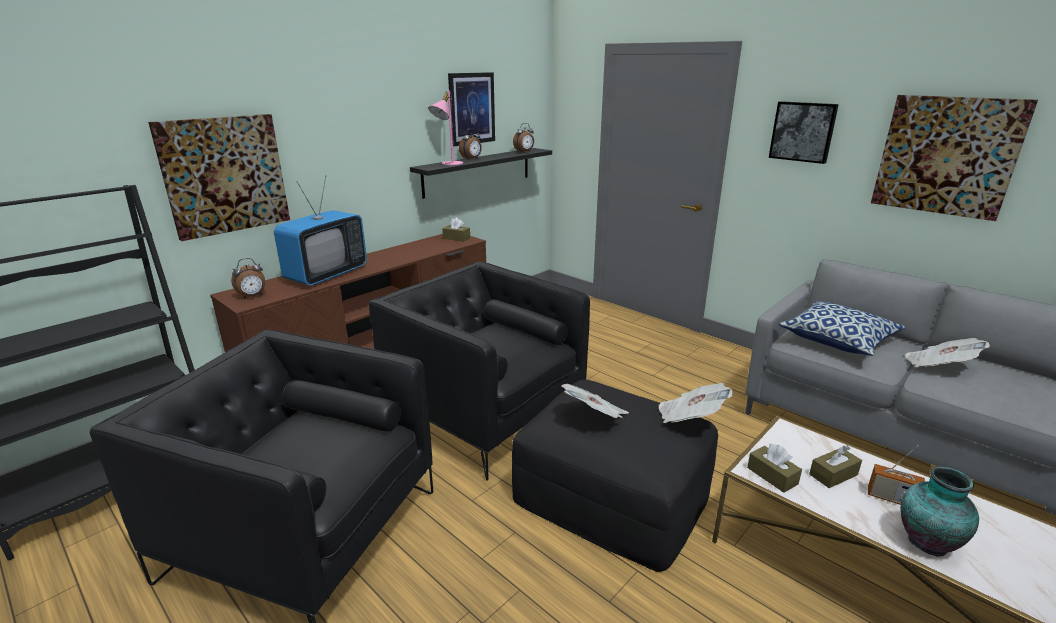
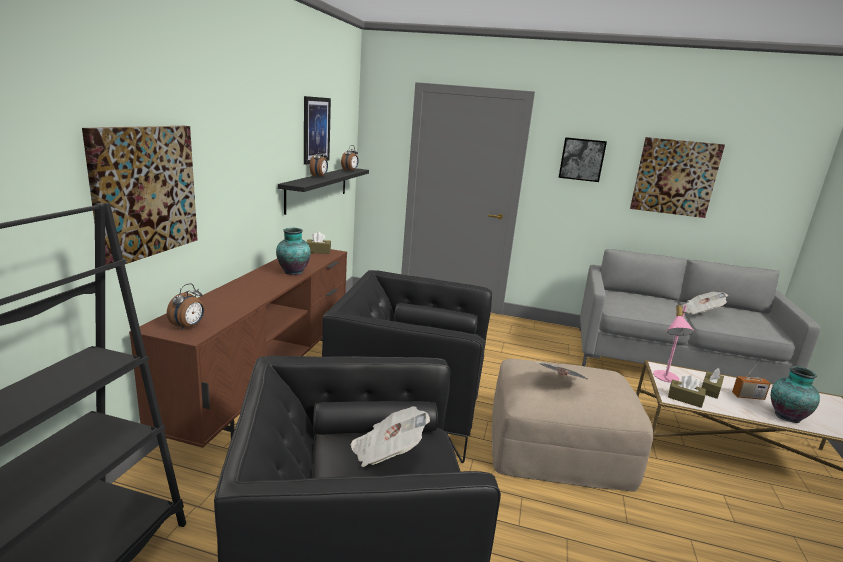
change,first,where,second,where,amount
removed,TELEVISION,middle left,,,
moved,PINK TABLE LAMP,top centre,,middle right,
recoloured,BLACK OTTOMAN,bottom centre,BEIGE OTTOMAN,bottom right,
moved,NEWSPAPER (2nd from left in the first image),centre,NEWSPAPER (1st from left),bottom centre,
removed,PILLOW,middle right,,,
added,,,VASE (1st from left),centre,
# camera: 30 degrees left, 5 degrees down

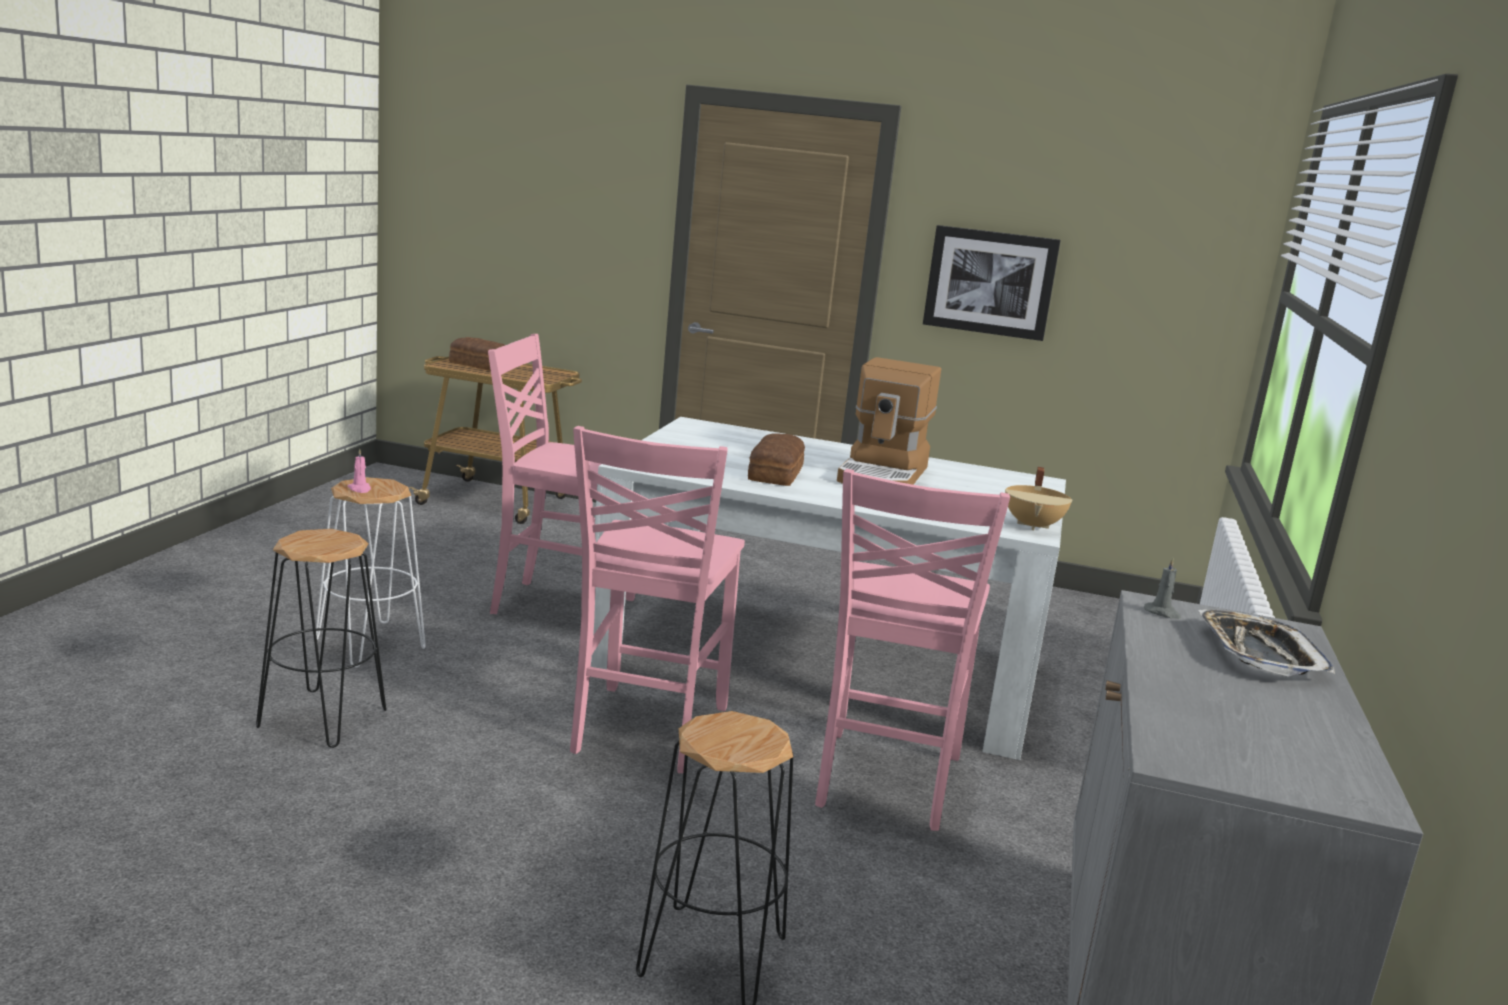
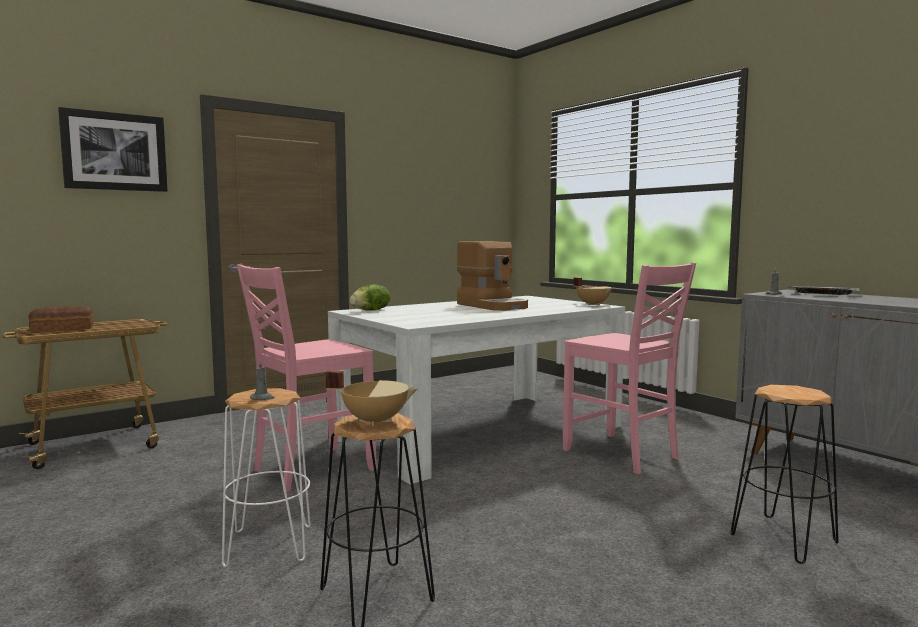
change,first,where,second,where,amount
recoloured,PINK CANDLE,middle left,GREY CANDLE (1st from left),middle left,
removed,PINK CHAIR (2nd from left),centre,,,
removed,BREAD (2nd from left),centre,,,
moved,PICTURE,top centre,,top left,
added,,,BEIGE COOKING POT (1st from left),centre,
added,,,LETTUCE,centre,
# camera: 50 degrees left, 10 degrees down

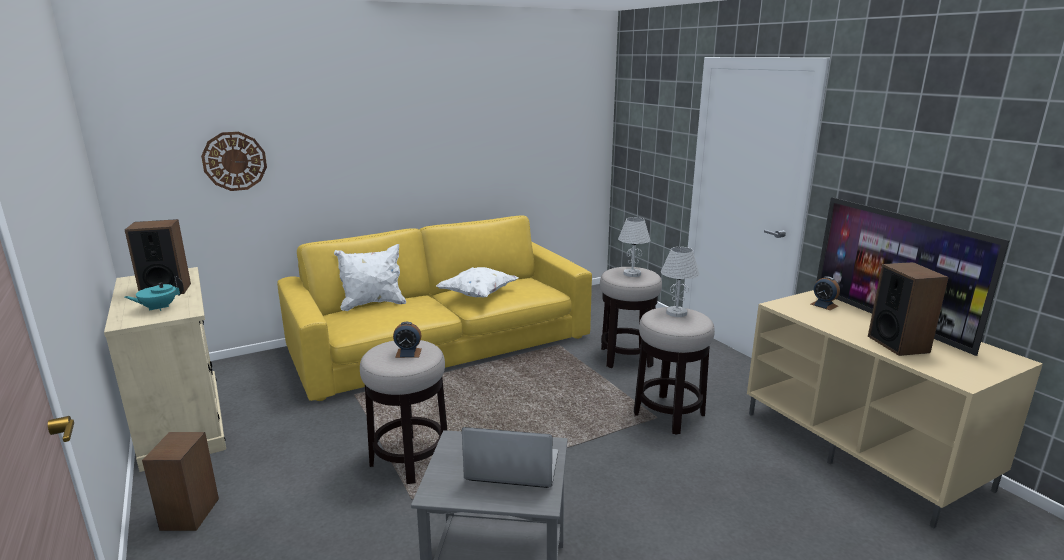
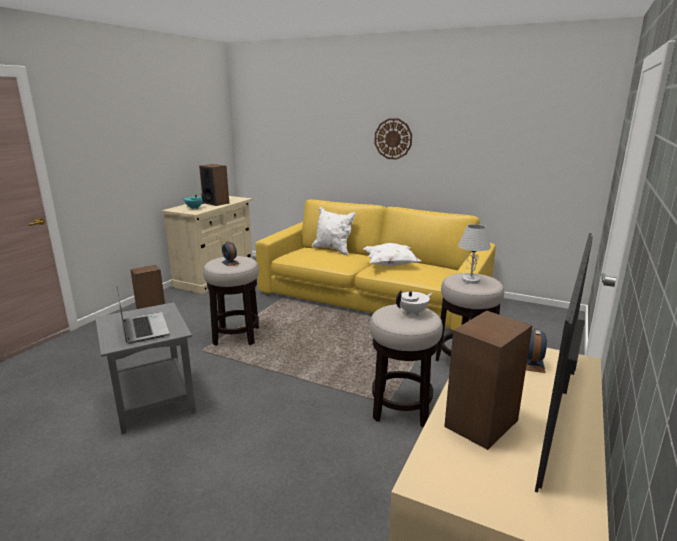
change,first,where,second,where,amount
moved,WALL CLOCK,top left,,top centre,
replaced,WHITE TABLE LAMP (2nd from left),centre,WHITE TEAPOT,centre,
# camera: 55 degrees right, 0 degrees up

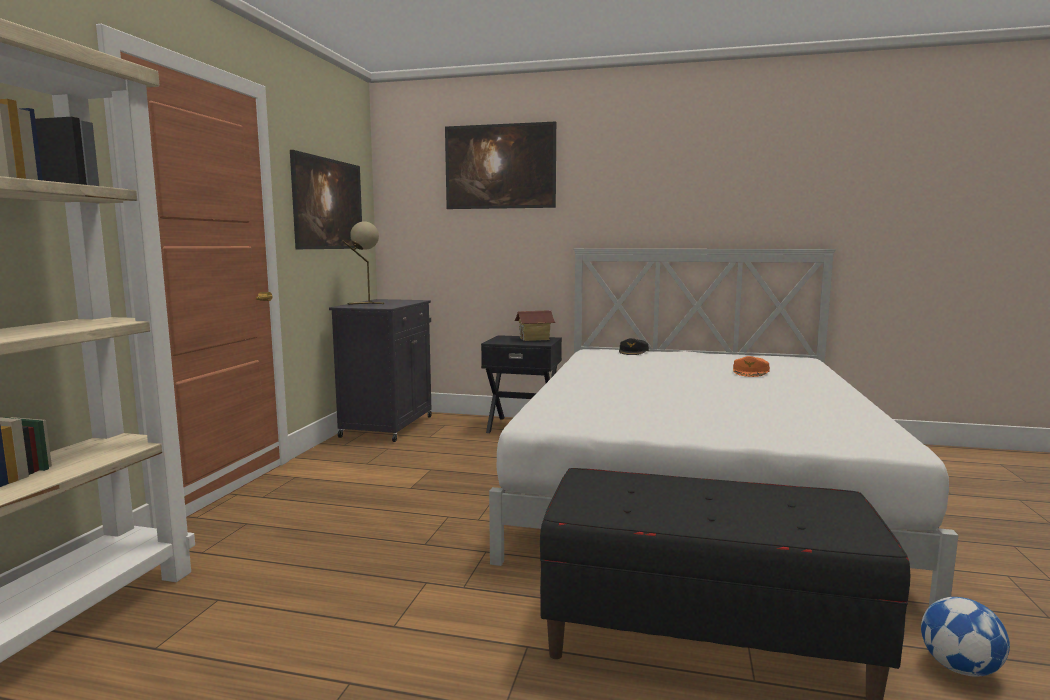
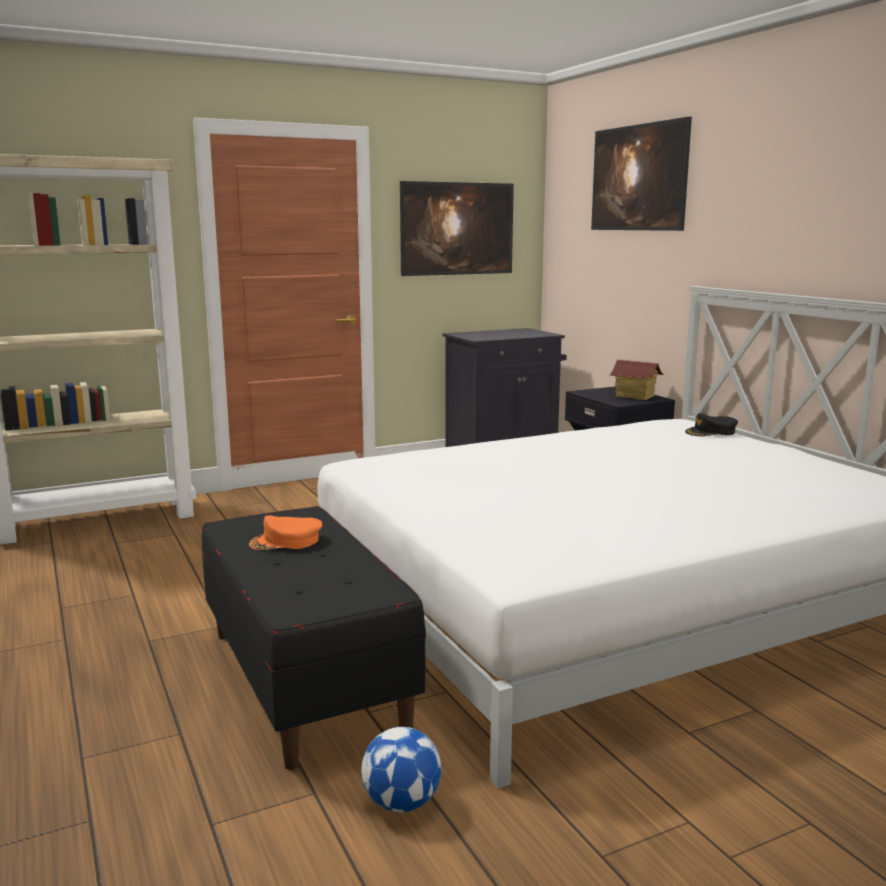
change,first,where,second,where,amount
removed,BEIGE TABLE LAMP,centre,,,
moved,ORANGE CAP,middle right,,middle left,
# camera: 50 degrees right, 5 degrees up

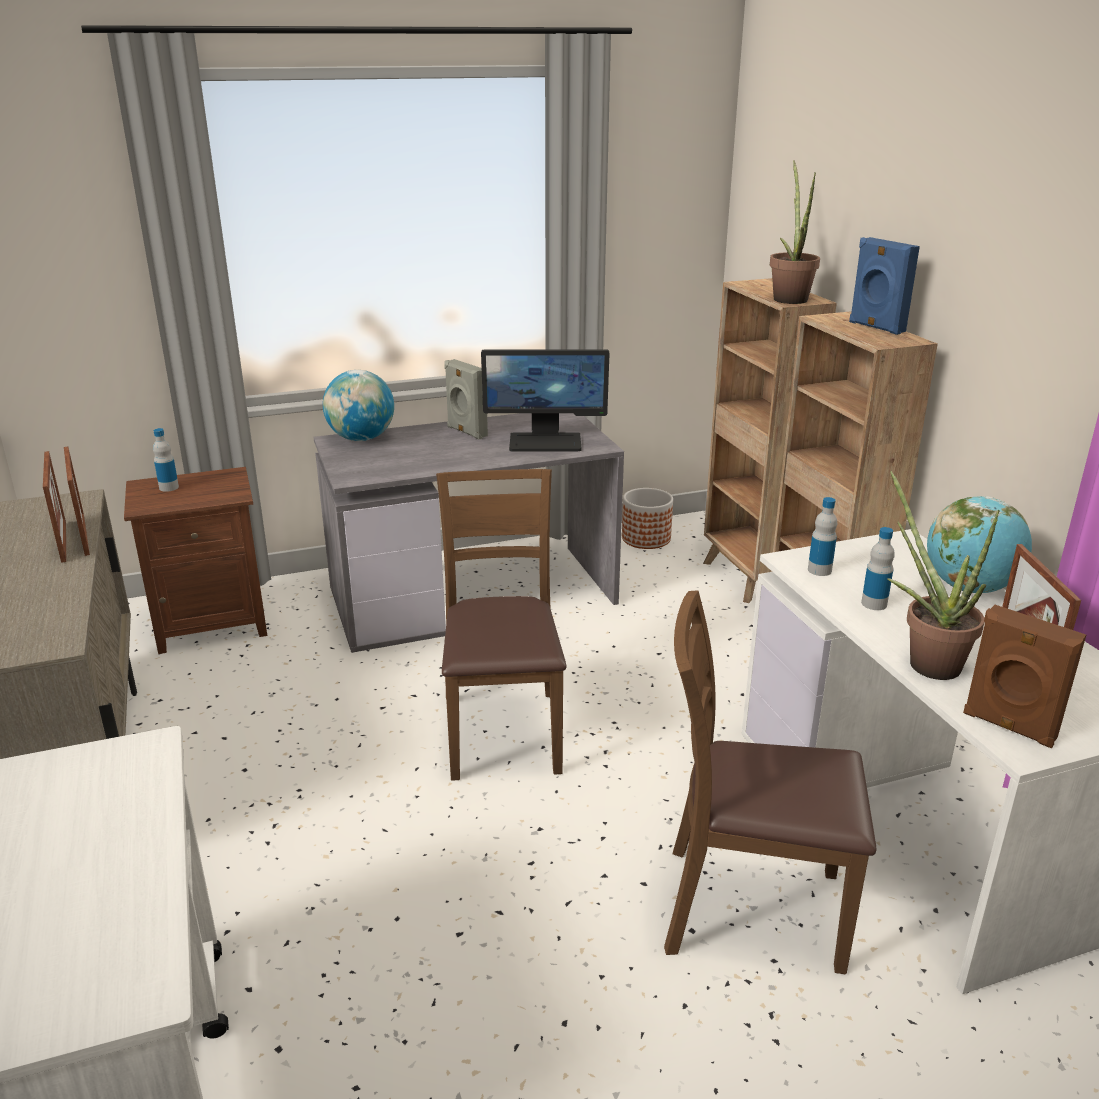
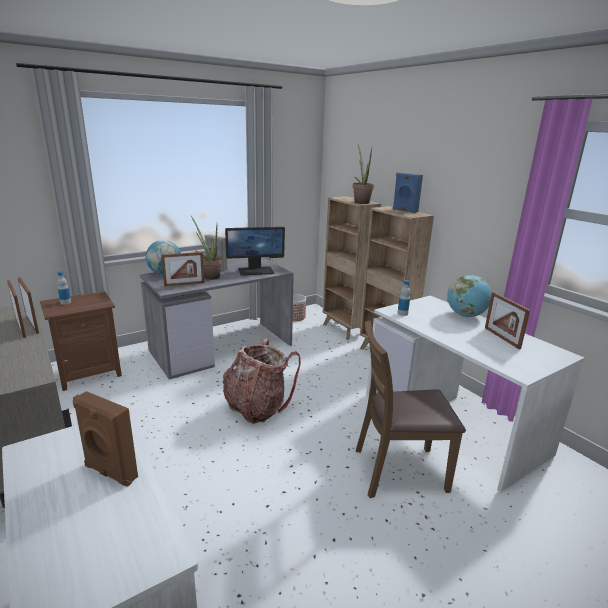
change,first,where,second,where,amount
replaced,BROWN CHAIR (1st from left),centre,BACKPACK,centre,
removed,BOTTLE (3rd from left),middle right,,,
moved,POTTED PLANT (2nd from left in the first image),middle right,POTTED PLANT (1st from left),centre,
moved,BROWN SPEAKER,middle right,,bottom left,
added,,,PICTURE FRAME (3rd from left),middle left,
# camera: 15 degrees left, 5 degrees down

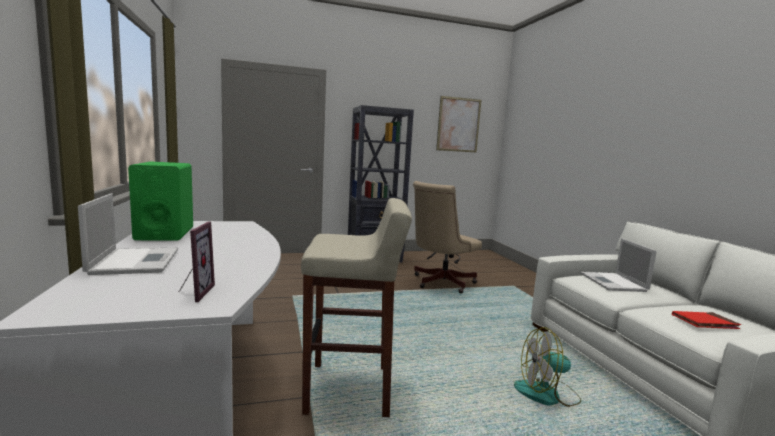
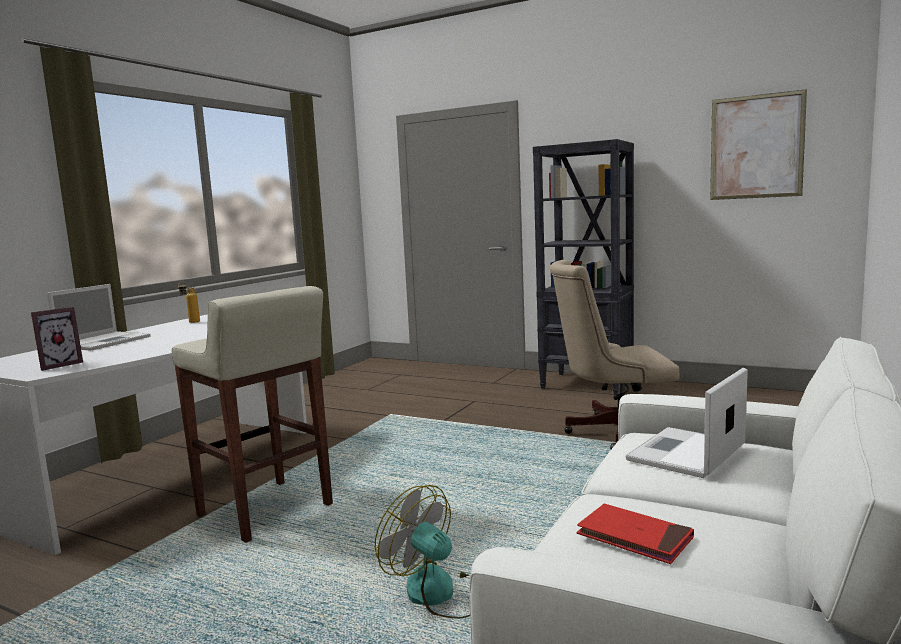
change,first,where,second,where,amount
replaced,GREEN SPEAKER,middle left,BOTTLE,middle left,
# camera: 45 degrees right, 0 degrees up

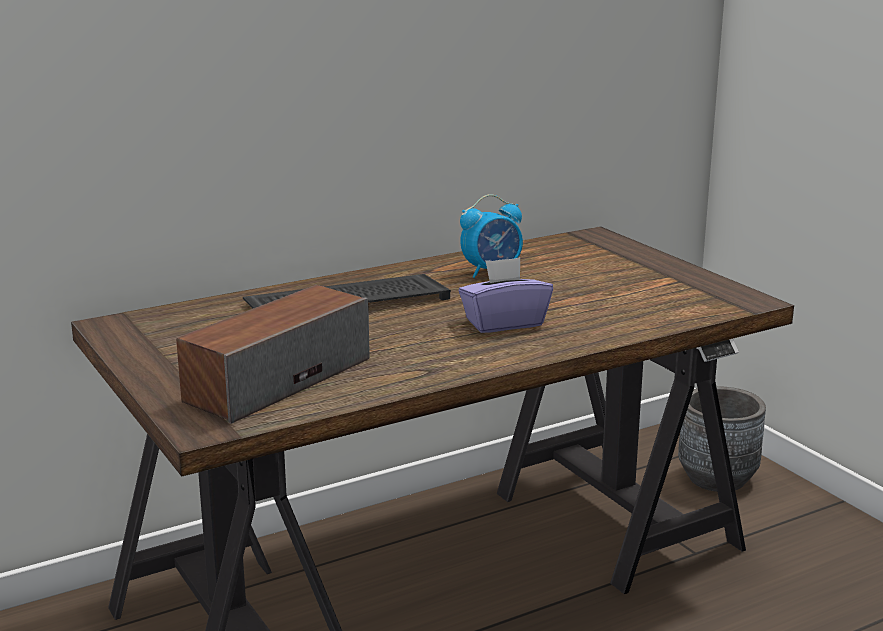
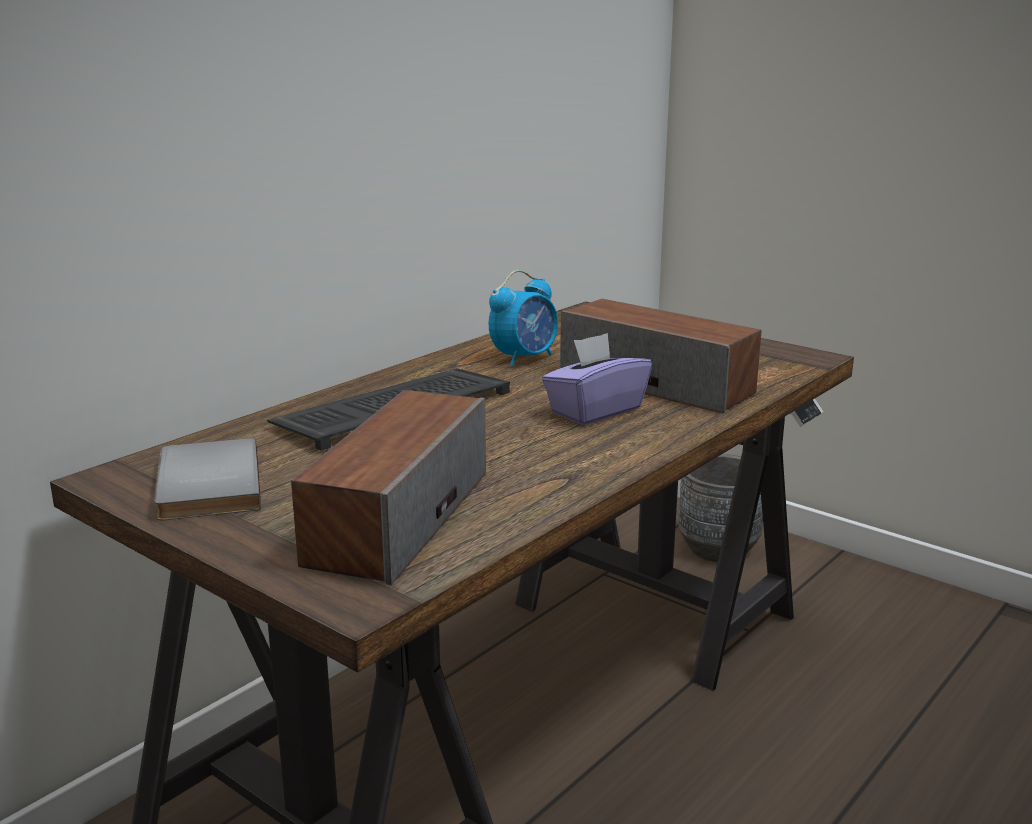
change,first,where,second,where,amount
added,,,GREY BOOK,middle left,
added,,,SPEAKER (2nd from left),centre,
# camera: 20 degrees left, 0 degrees up

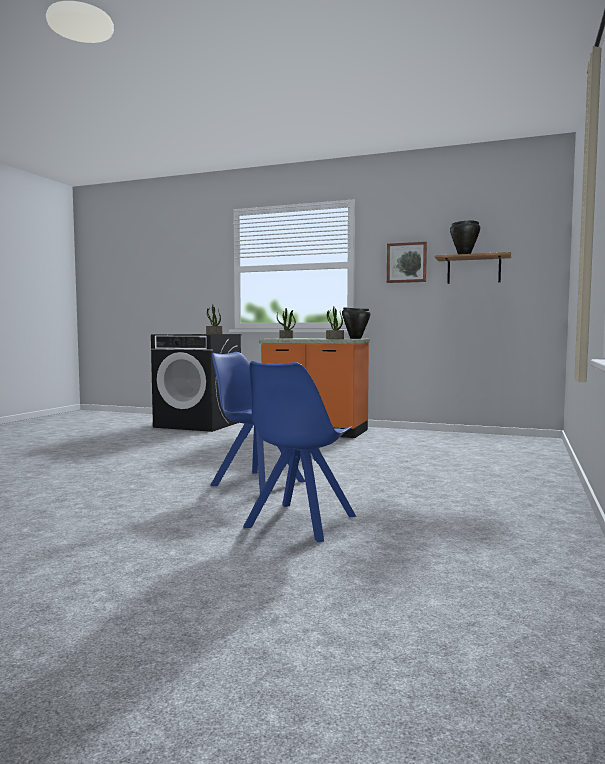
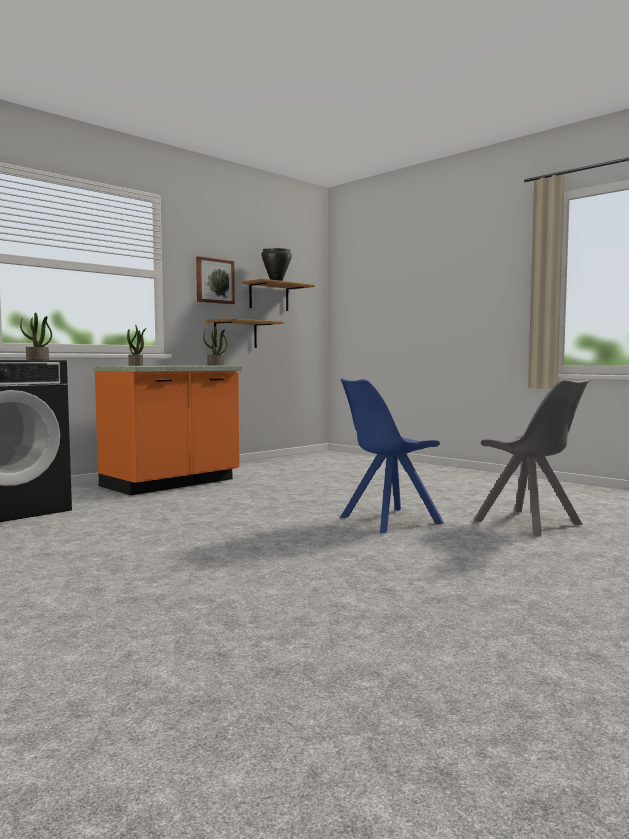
change,first,where,second,where,amount
recoloured,BLUE CHAIR (2nd from left),centre,GREY CHAIR,middle right,
removed,BLACK COOKING POT (1st from left),centre,,,
added,,,SHELF (1st from left),centre,
# camera: 65 degrees left, 0 degrees up

